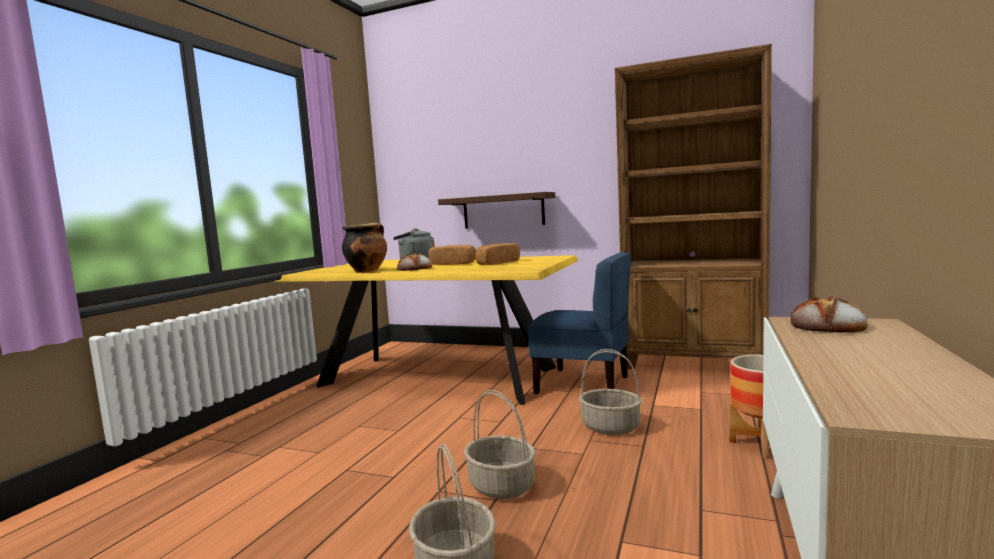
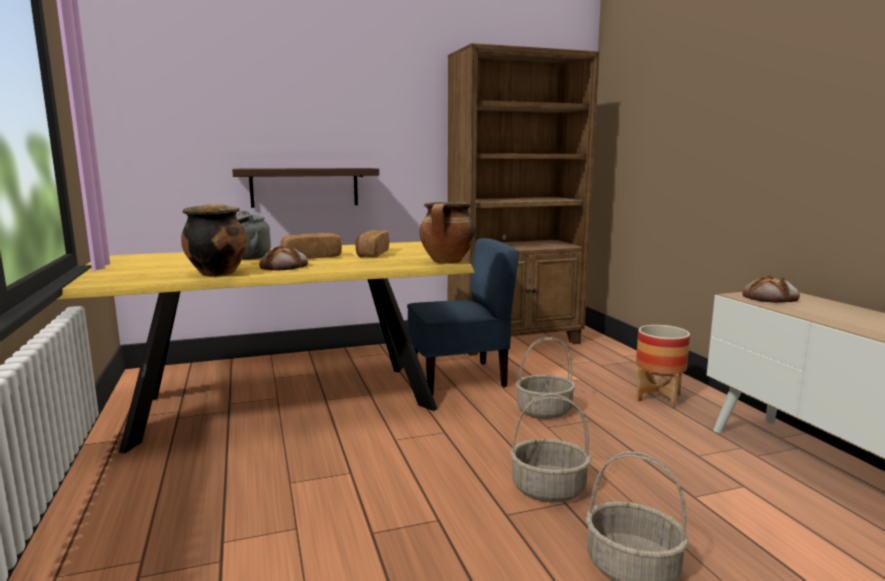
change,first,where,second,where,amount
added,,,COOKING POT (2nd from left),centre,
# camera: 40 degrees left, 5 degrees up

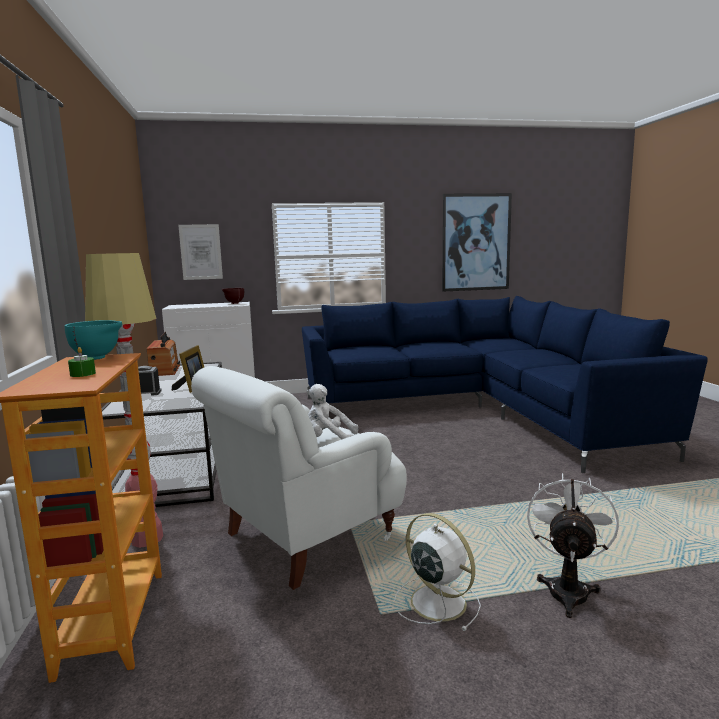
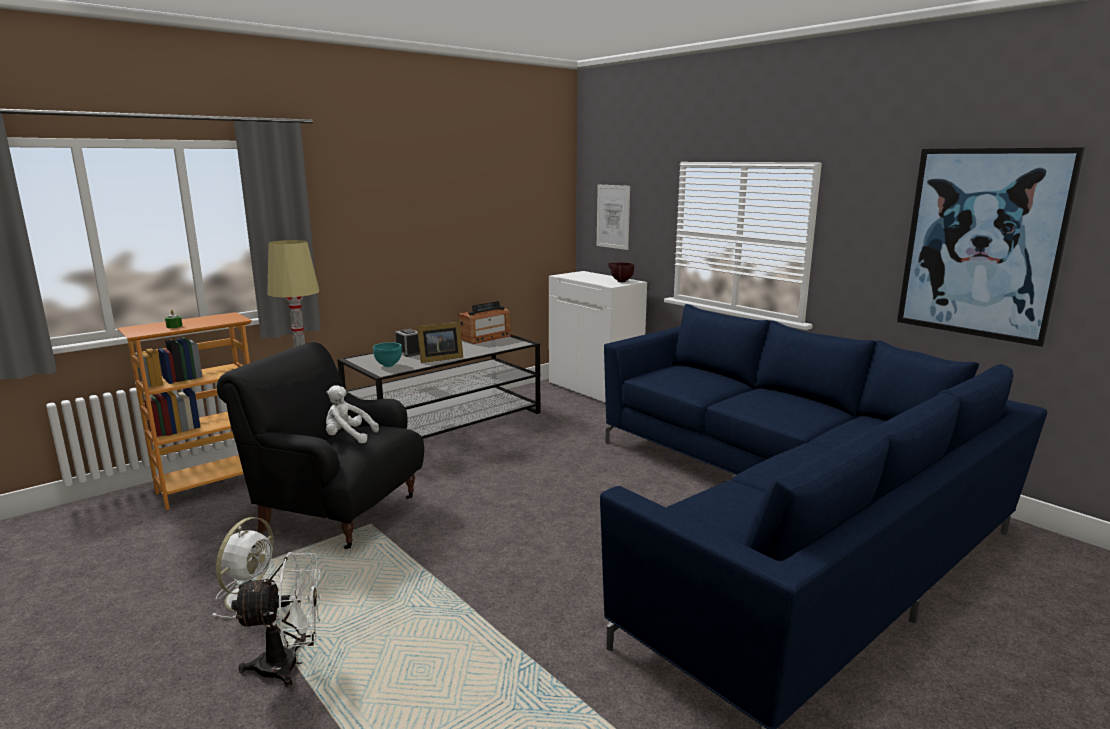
change,first,where,second,where,amount
moved,TURQUOISE BOWL,middle left,,centre,
recoloured,WHITE ARMCHAIR,centre,BLACK ARMCHAIR,middle left,
turned,WHITE PLUSH TOY,centre,,middle left,60 degrees counterclockwise
# camera: 60 degrees right, 5 degrees up

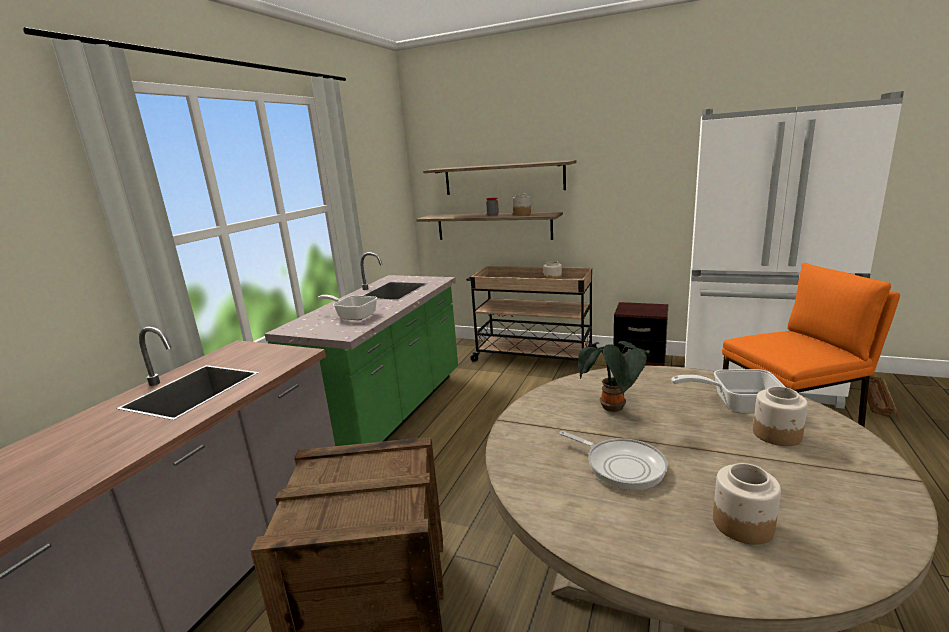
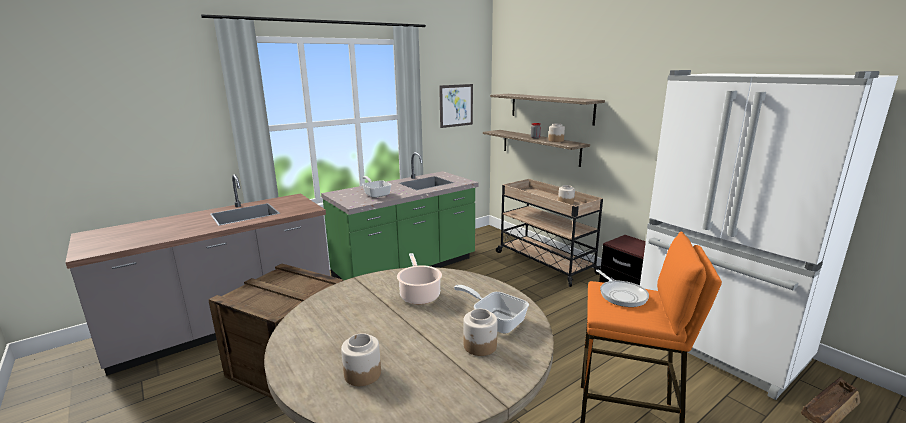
change,first,where,second,where,amount
moved,FRYING PAN (2nd from left in the first image),bottom centre,FRYING PAN (3rd from left),bottom right,
replaced,POTTED PLANT,centre,COOKING POT,centre,
added,,,PICTURE,top centre,
# camera: 30 degrees right, 0 degrees up

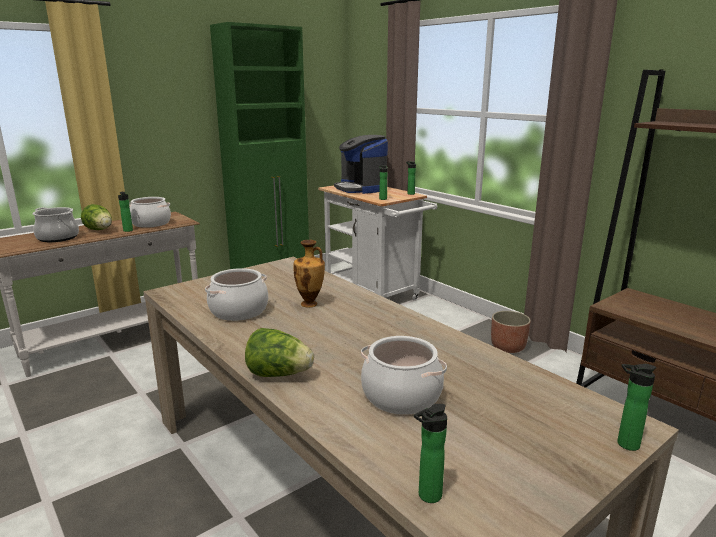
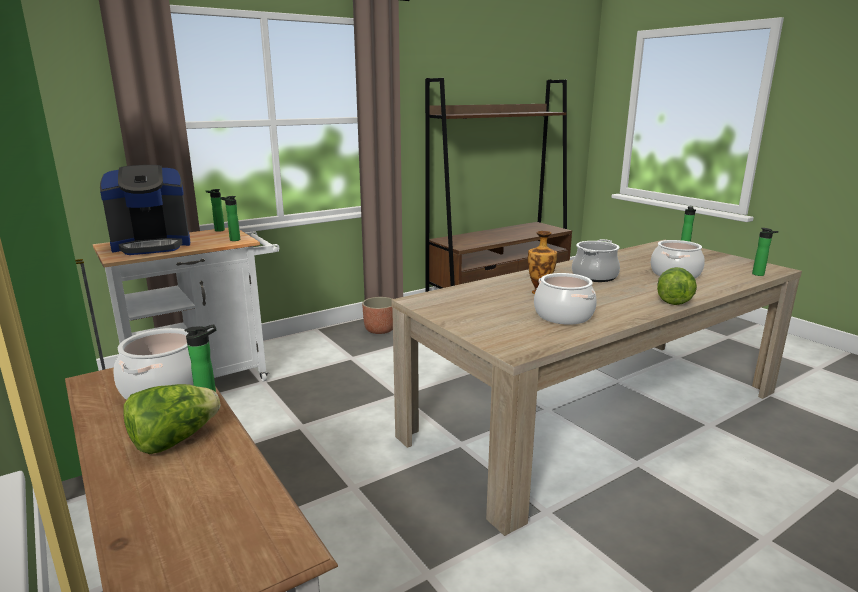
change,first,where,second,where,amount
moved,COOKING POT (1st from left in the first image),middle left,COOKING POT (3rd from left),middle right,
# camera: 85 degrees left, 0 degrees up

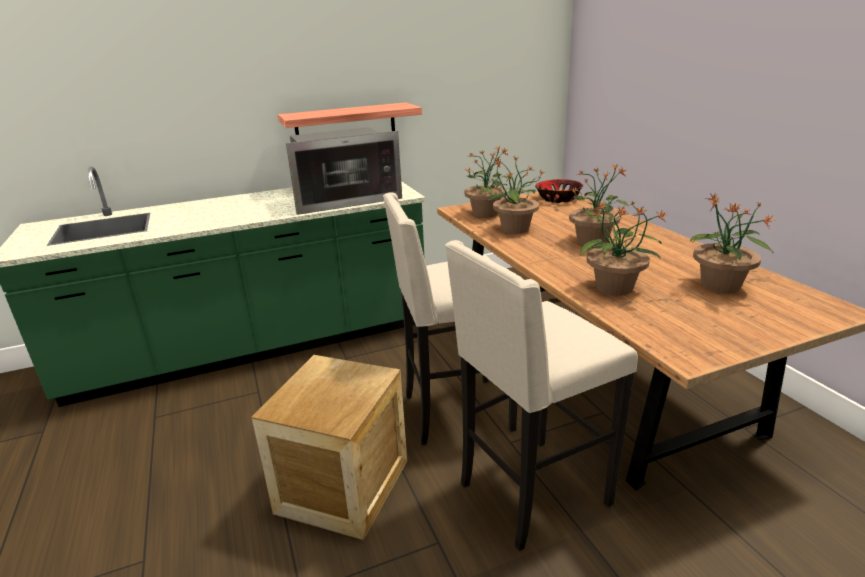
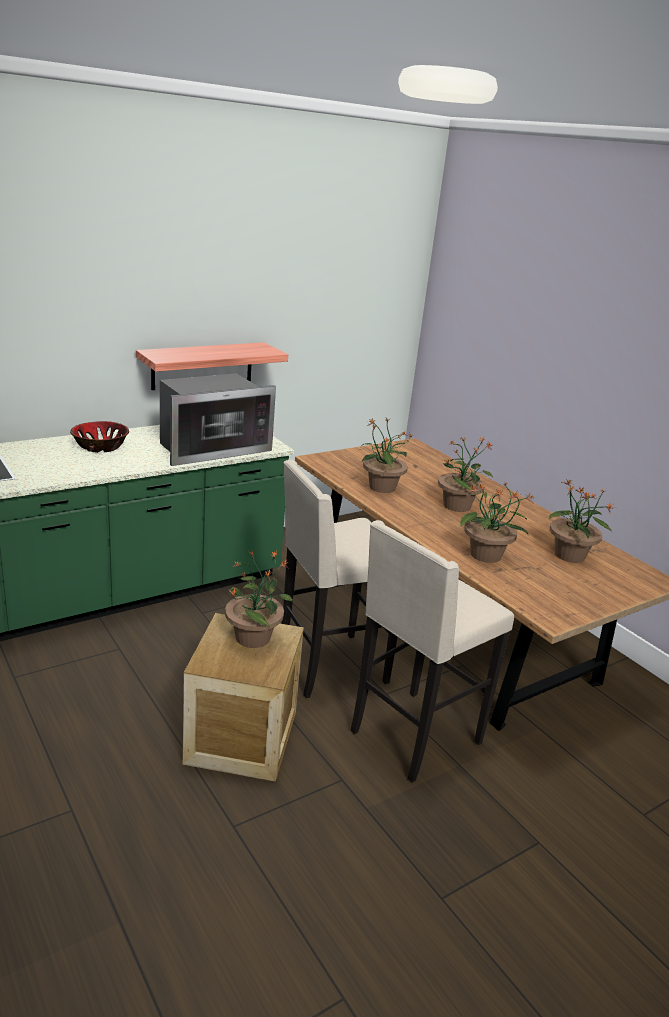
change,first,where,second,where,amount
moved,POTTED PLANT (1st from left),top centre,,centre,
moved,BOWL,top centre,,middle left,
# camera: 15 degrees left, 0 degrees up

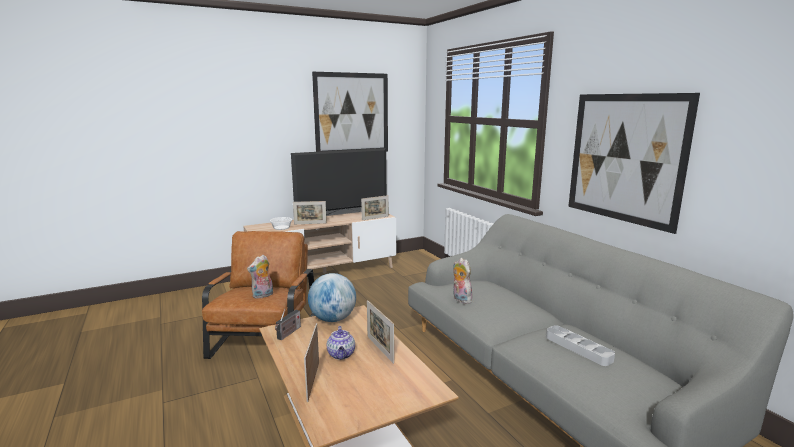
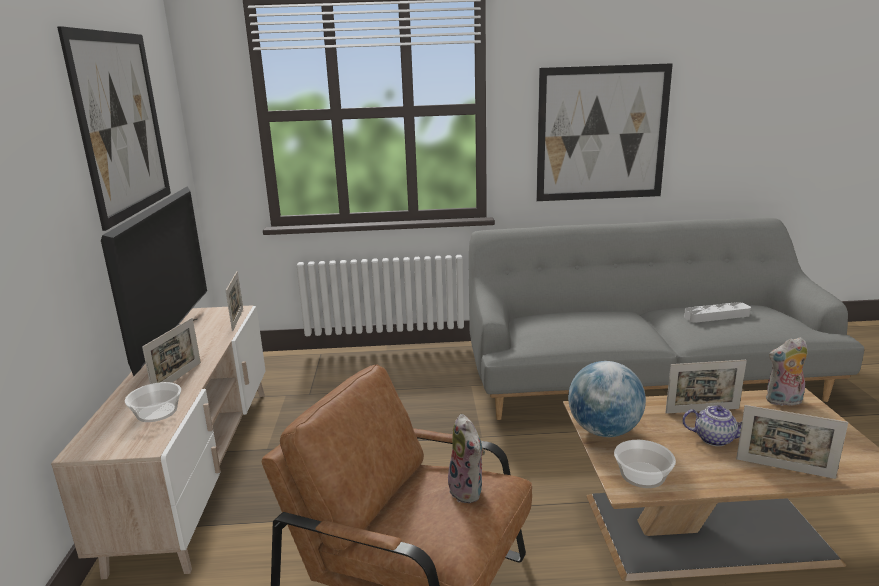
change,first,where,second,where,amount
replaced,RADIO,bottom centre,BOWL (2nd from left),bottom right,
moved,PLUSH TOY (2nd from left),centre,,middle right,
# camera: 65 degrees left, 5 degrees up

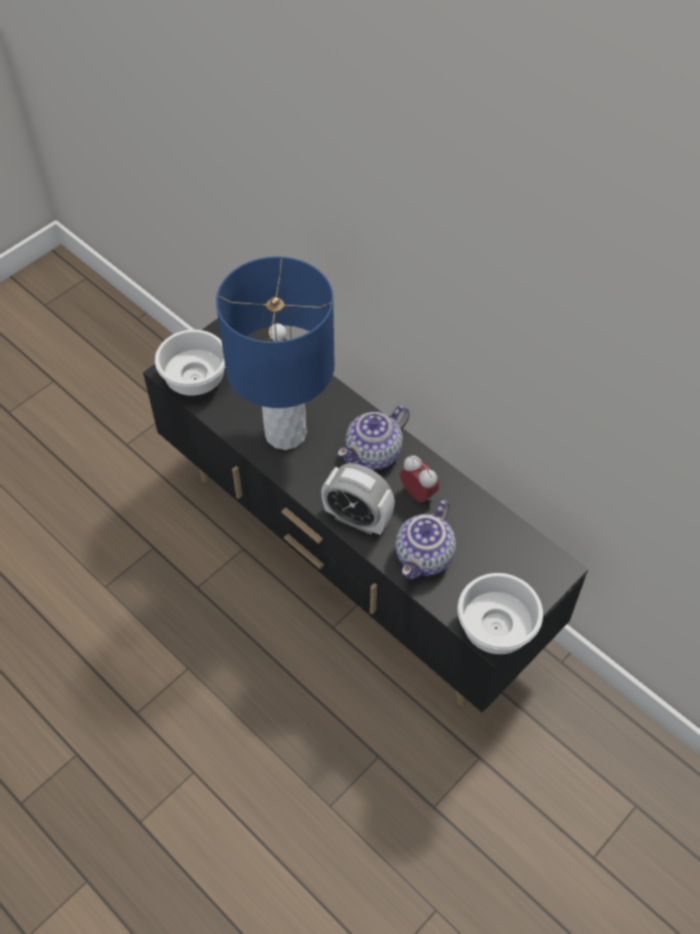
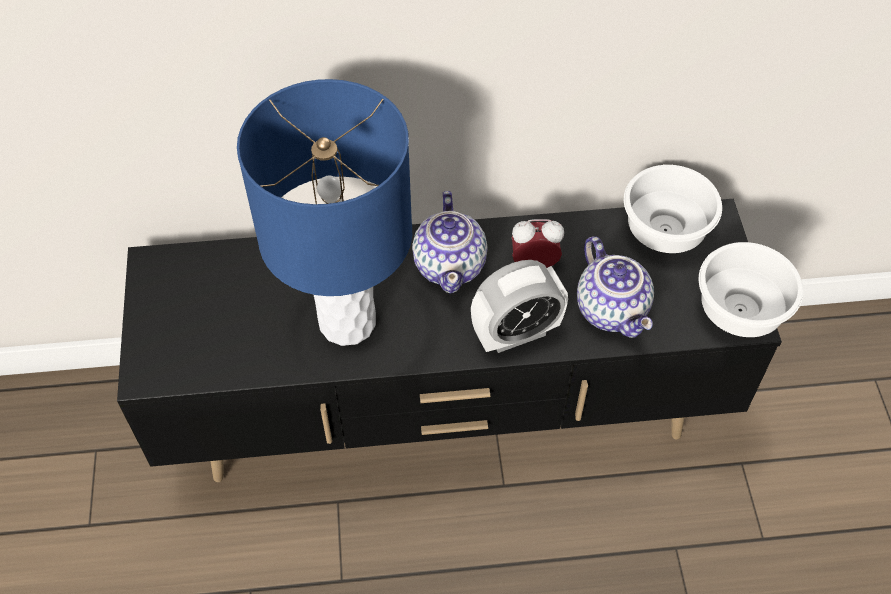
change,first,where,second,where,amount
moved,WHITE BOWL (1st from left),middle left,,middle right,
# camera: 50 degrees left, 0 degrees up

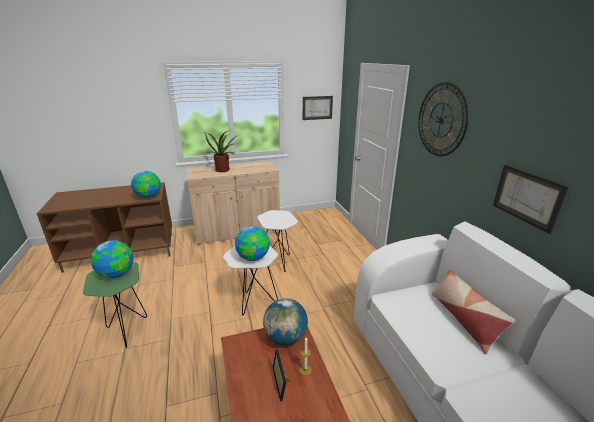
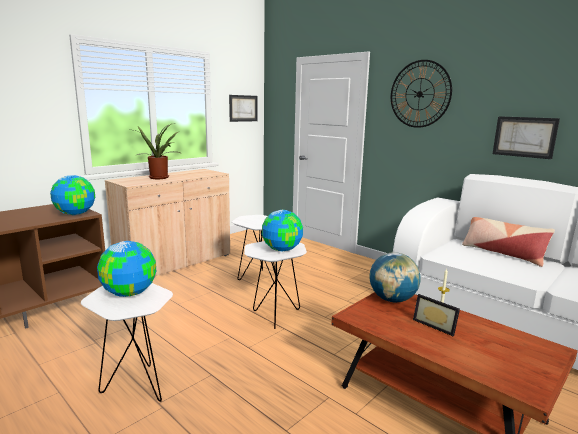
change,first,where,second,where,amount
recoloured,GREEN SIDE TABLE,bottom left,WHITE SIDE TABLE (1st from left),bottom left,
# camera: 30 degrees left, 10 degrees down

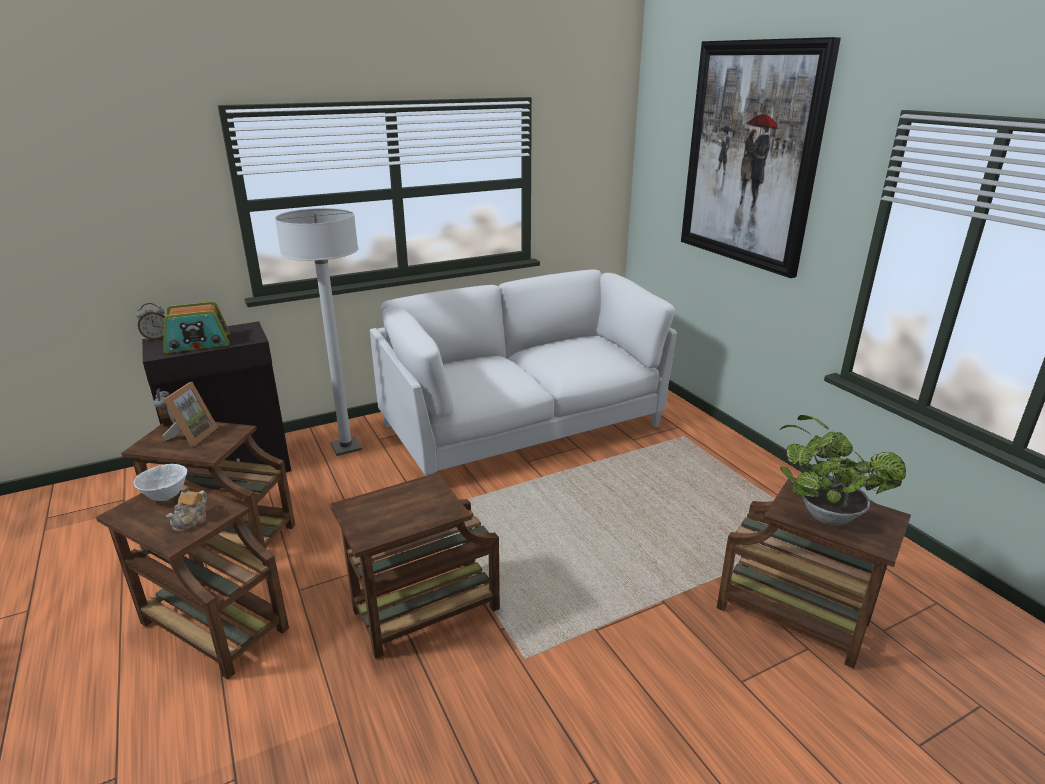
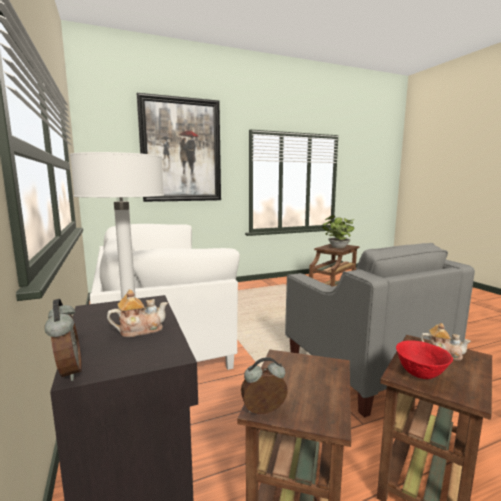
change,first,where,second,where,amount
recoloured,WHITE BOWL,middle left,RED BOWL,bottom right,
removed,PICTURE FRAME,middle left,,,
replaced,RADIO,middle left,TEAPOT (1st from left),middle left,
replaced,BROWN SIDE TABLE (3rd from left),bottom centre,GREY ARMCHAIR,middle right,
# camera: 85 degrees left, 15 degrees down

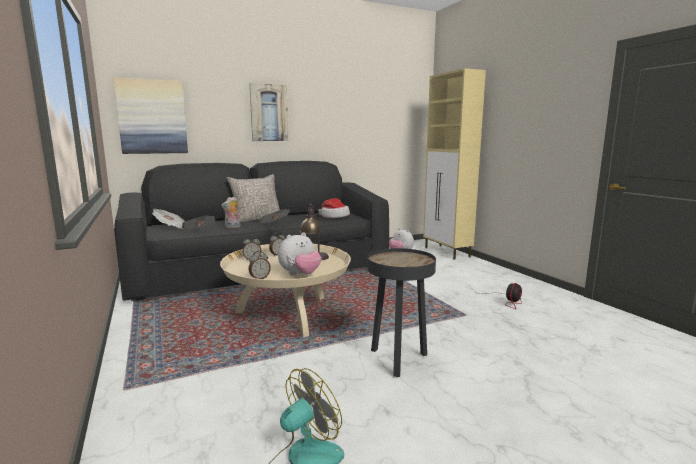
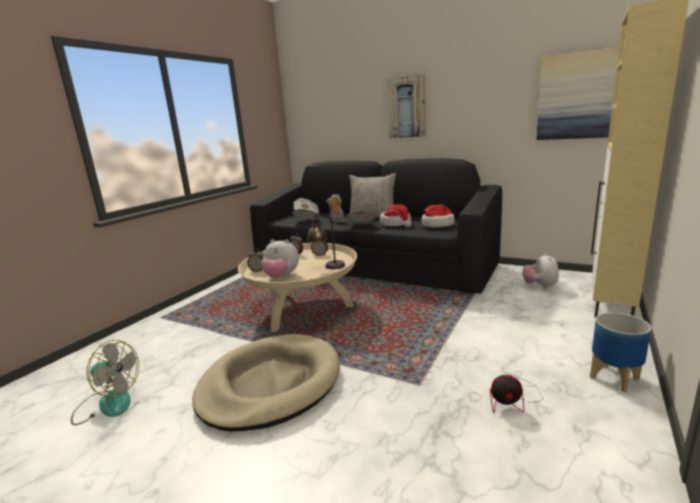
change,first,where,second,where,amount
moved,PICTURE (1st from left in the first image),top left,PICTURE (2nd from left),top right,
replaced,BLACK SIDE TABLE,bottom centre,BEIGE DOG BED,bottom centre,
added,,,HAT (1st from left),centre,
added,,,PLANTER,bottom right,
# camera: 55 degrees right, 5 degrees up

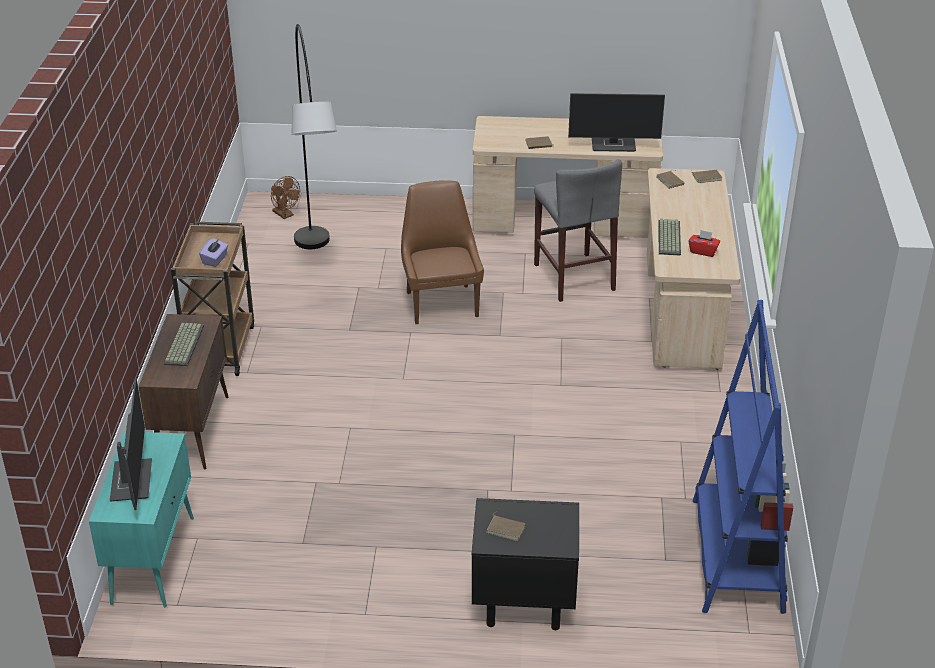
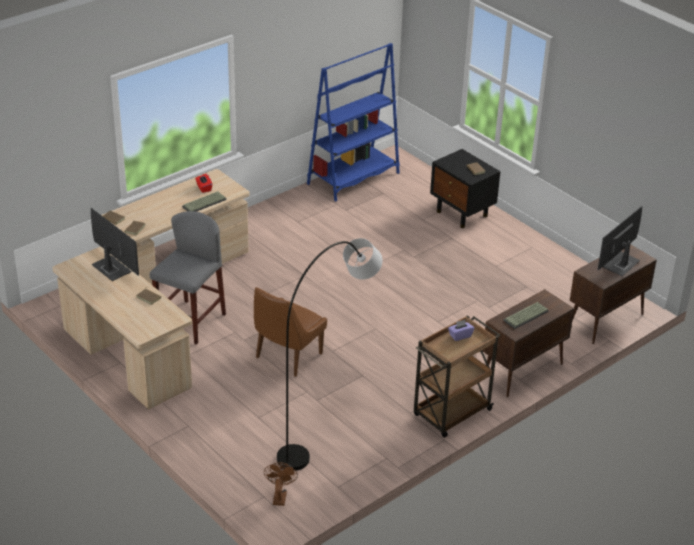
change,first,where,second,where,amount
recoloured,TURQUOISE CABINET,bottom left,BROWN CABINET (2nd from left),middle right,
# camera: 135 degrees left, 0 degrees up

